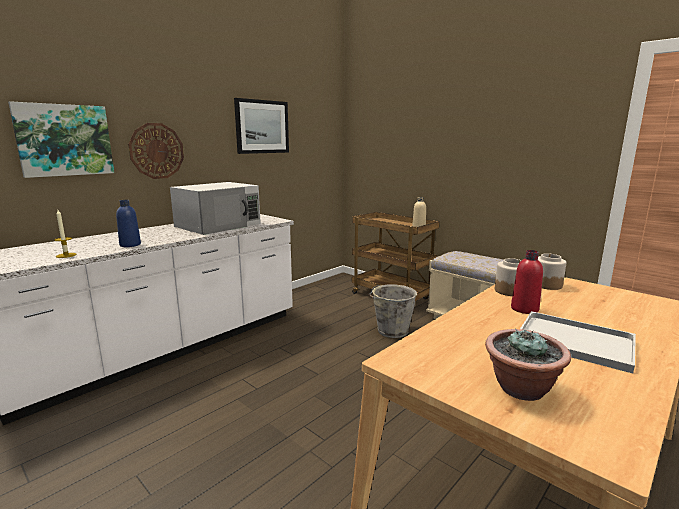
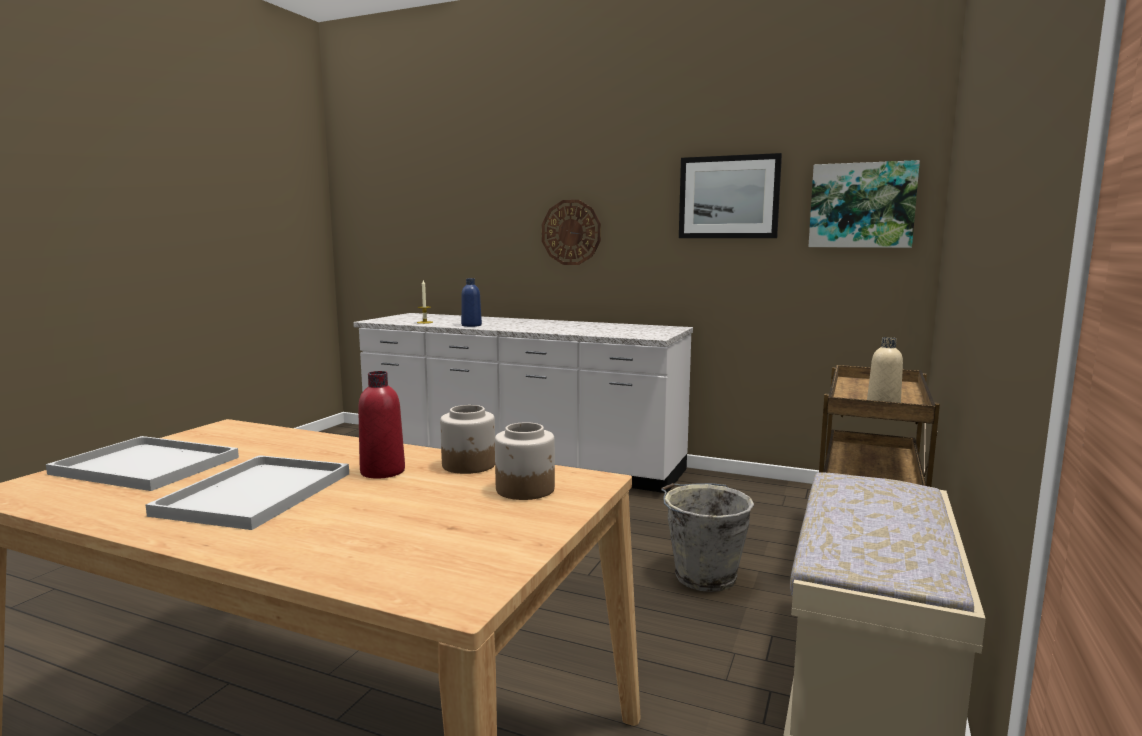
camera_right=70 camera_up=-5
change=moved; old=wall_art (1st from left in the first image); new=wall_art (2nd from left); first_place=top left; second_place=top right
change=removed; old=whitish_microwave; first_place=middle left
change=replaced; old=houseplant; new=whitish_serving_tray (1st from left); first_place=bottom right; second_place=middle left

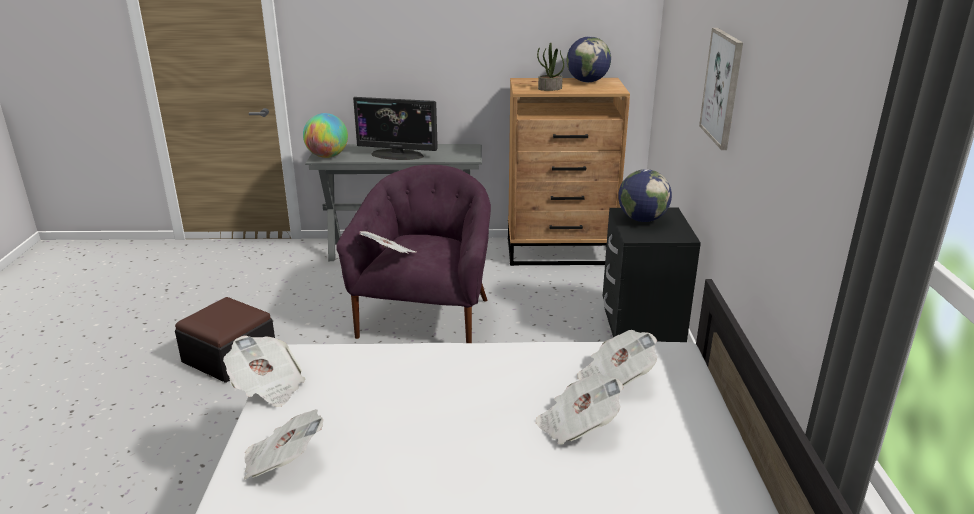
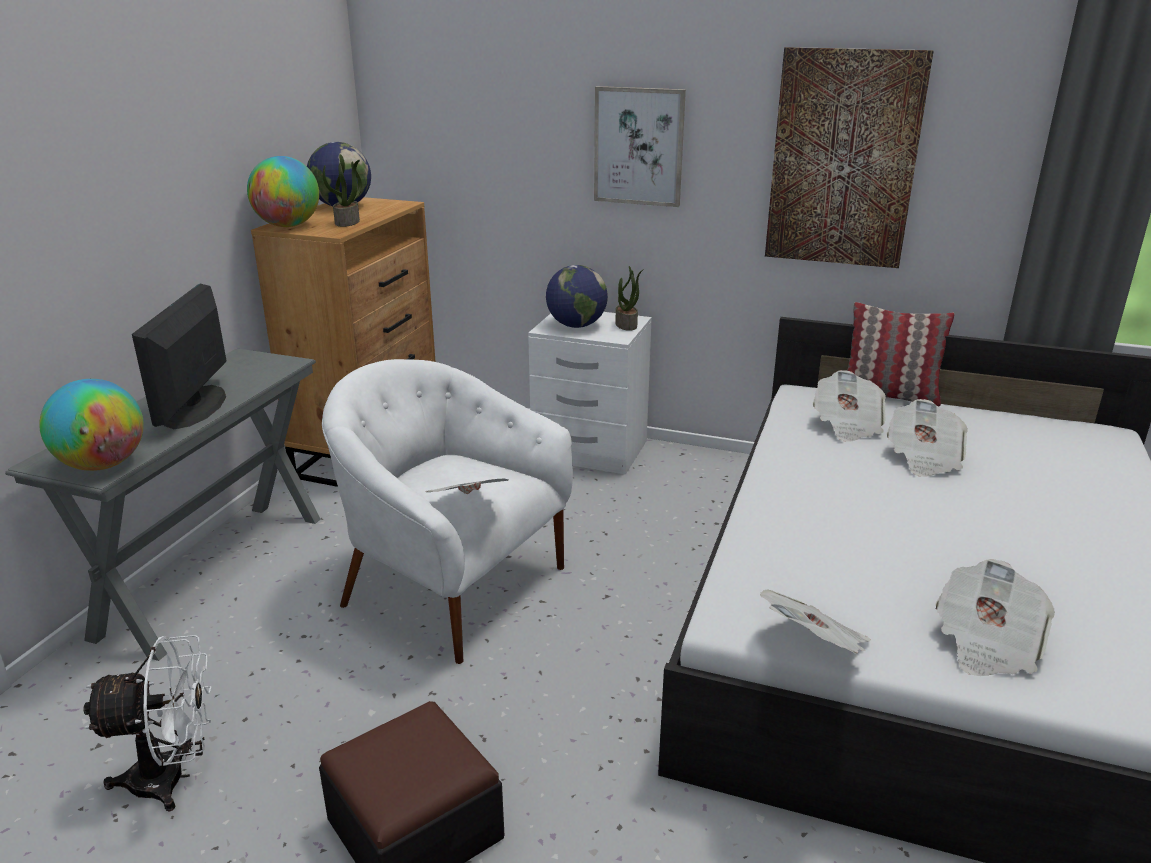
camera_right=-70 camera_up=0
change=turned; old=computer_screen; first_place=top centre; second_place=middle left; degrees=150
change=recoloured; old=purple-coloured_armchair; new=whitish_armchair; first_place=centre; second_place=centre
change=recoloured; old=black_nightstand; new=whitish_nightstand; first_place=middle right; second_place=centre
change=added; new=wall_art (2nd from left); second_place=top right
change=added; new=world_globe (2nd from left); second_place=top left
change=added; new=houseplant (2nd from left); second_place=centre
change=added; new=pillow; second_place=middle right
change=added; new=whitish_electric_fan; second_place=bottom left

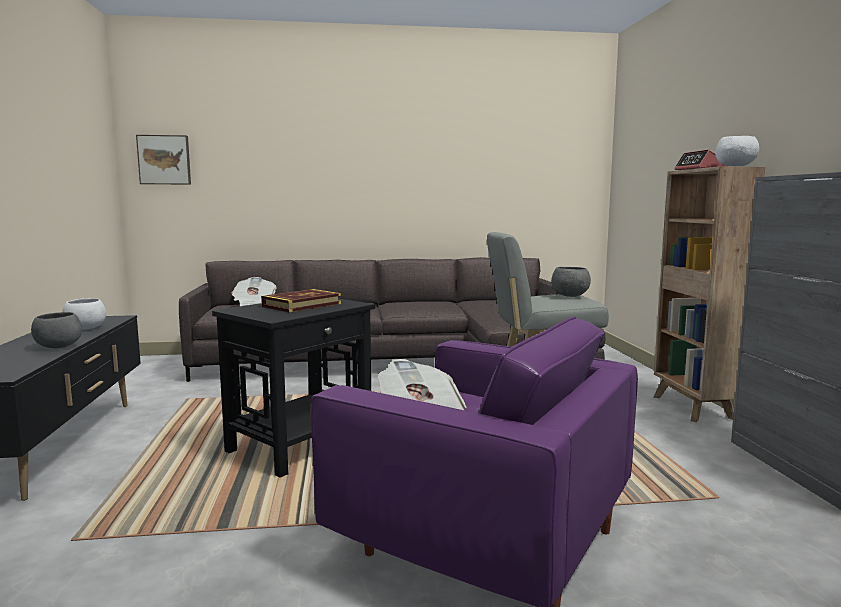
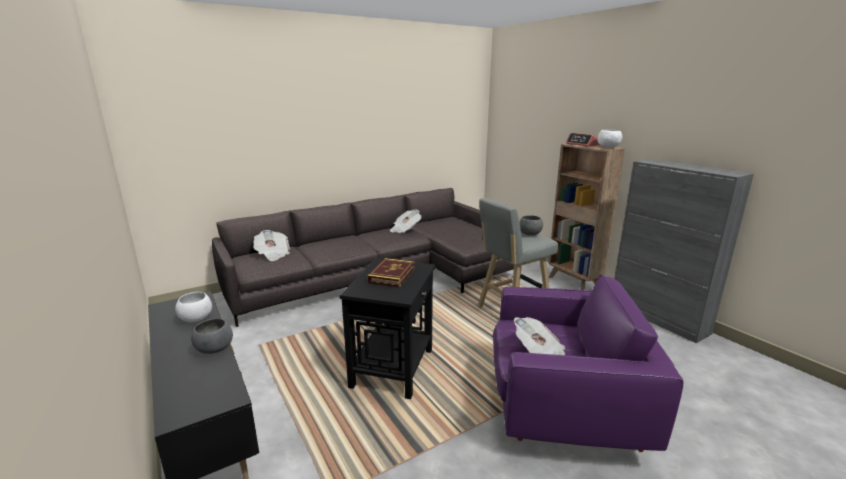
camera_right=-25 camera_up=10
change=removed; old=wall_art; first_place=top left
change=added; new=printed_paper (2nd from left); second_place=centre

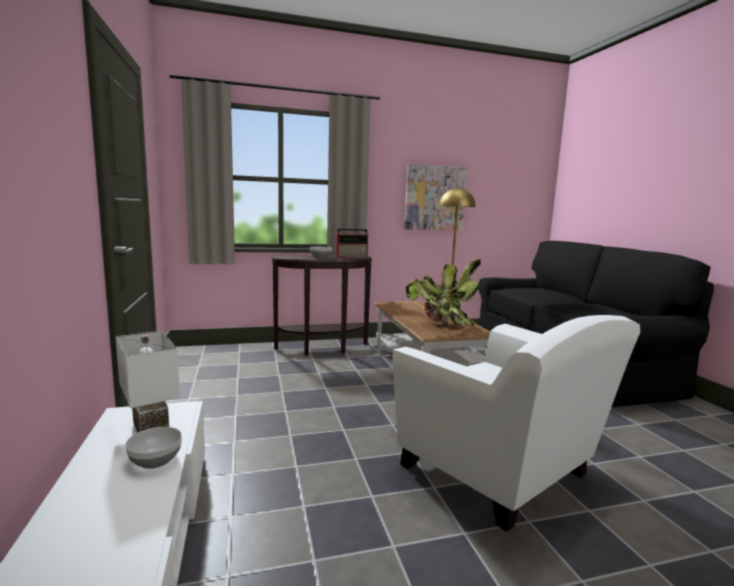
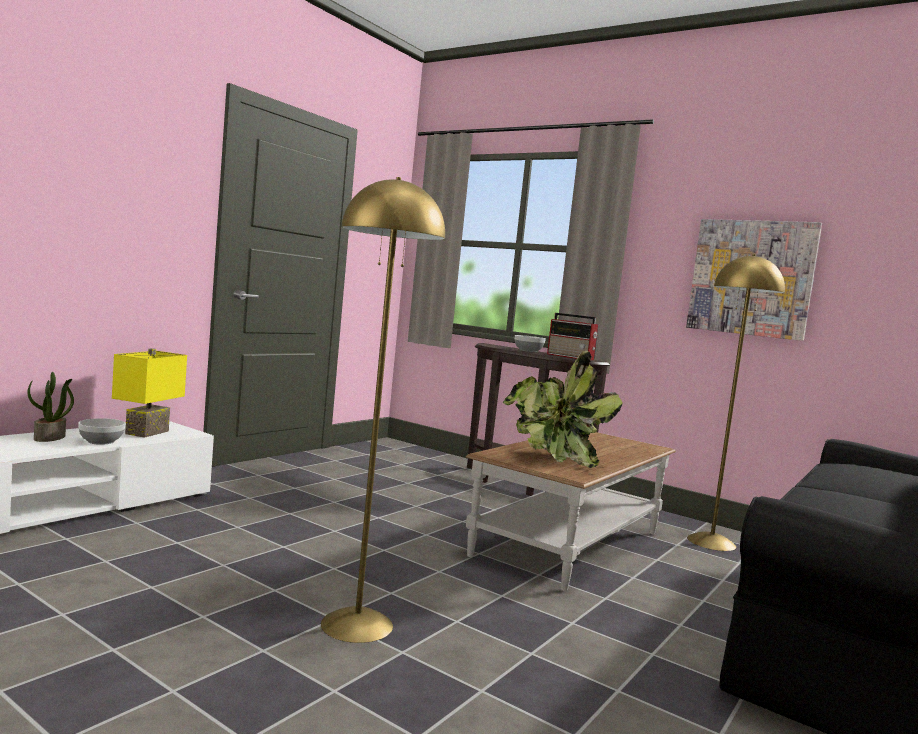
camera_right=50 camera_up=-5
change=replaced; old=whitish_armchair; new=yellow_standard_lamp (1st from left); first_place=bottom right; second_place=centre
change=recoloured; old=whitish_tabletop_lamp; new=yellow_tabletop_lamp; first_place=middle left; second_place=middle left
change=added; new=houseplant (1st from left); second_place=middle left

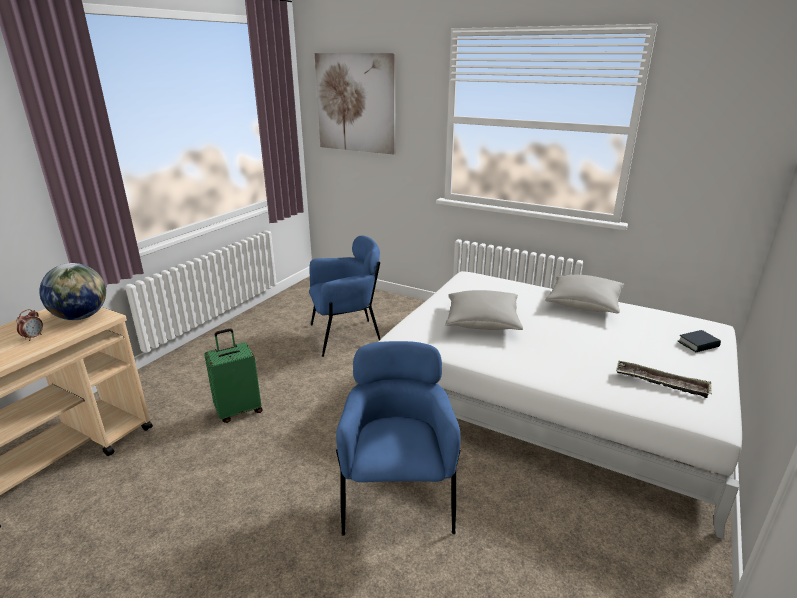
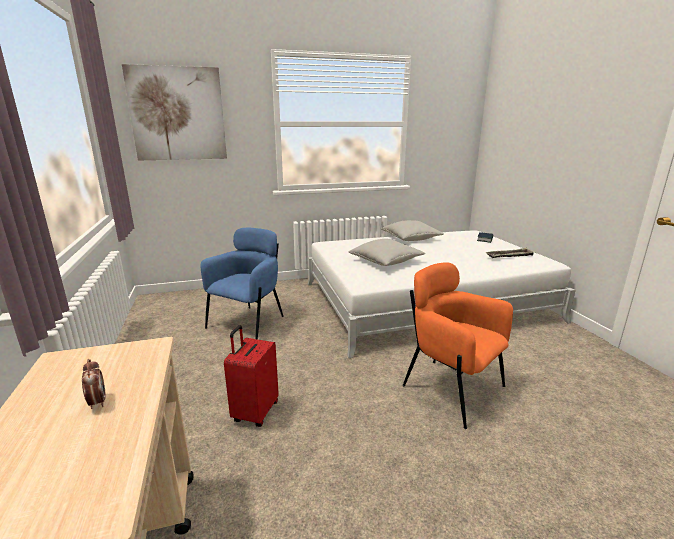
camera_right=-45 camera_up=-5
change=removed; old=world_globe; first_place=middle left
change=recoloured; old=greenish_travel_case; new=red_travel_case; first_place=middle left; second_place=bottom centre
change=recoloured; old=blue_armchair (2nd from left); new=orangey_armchair; first_place=bottom centre; second_place=middle right

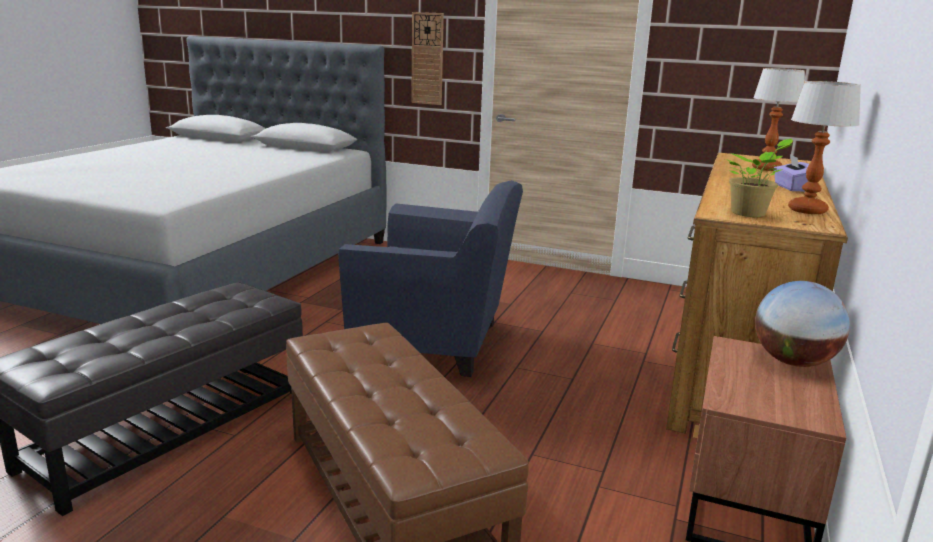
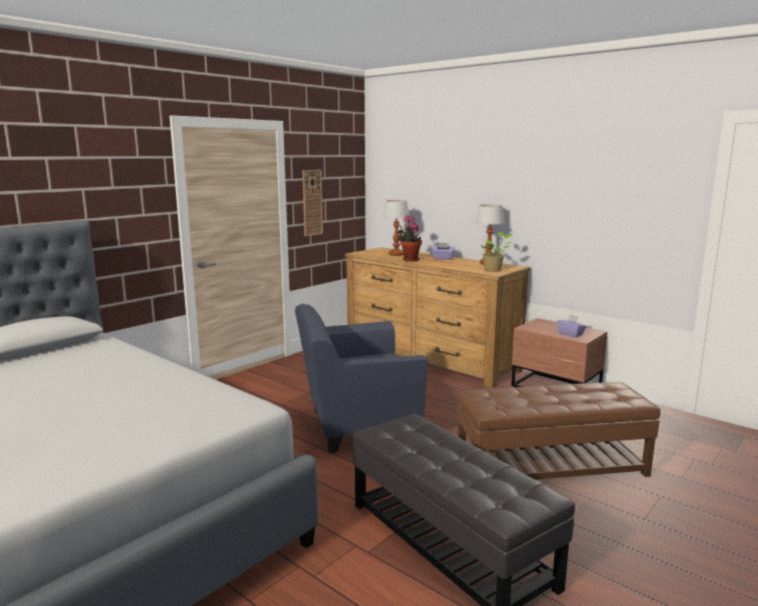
camera_right=-70 camera_up=-5
change=moved; old=clock_on_the_wall; first_place=top centre; second_place=centre
change=turned; old=blue_armchair; first_place=centre; second_place=centre; degrees=-135
change=removed; old=world_globe; first_place=middle right
change=added; new=houseplant (1st from left); second_place=centre
change=added; new=purple-coloured_tissue_box (2nd from left); second_place=middle right

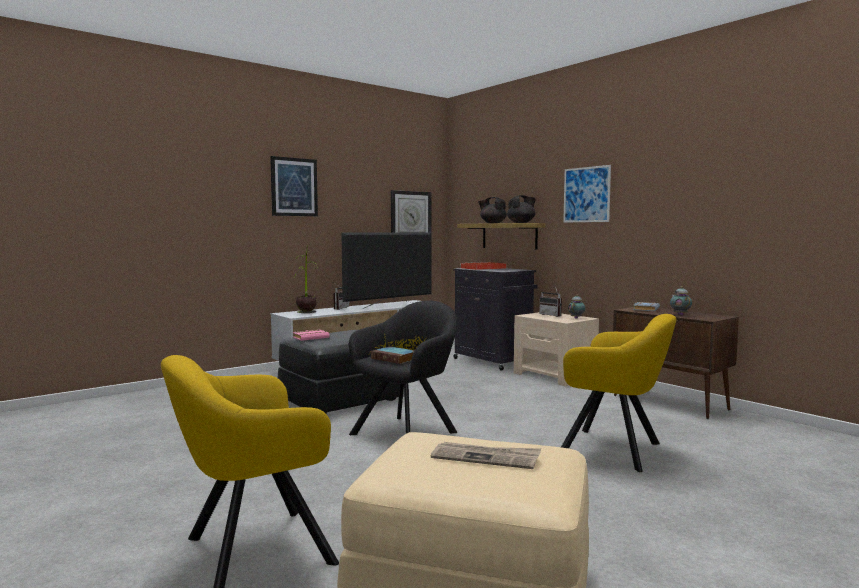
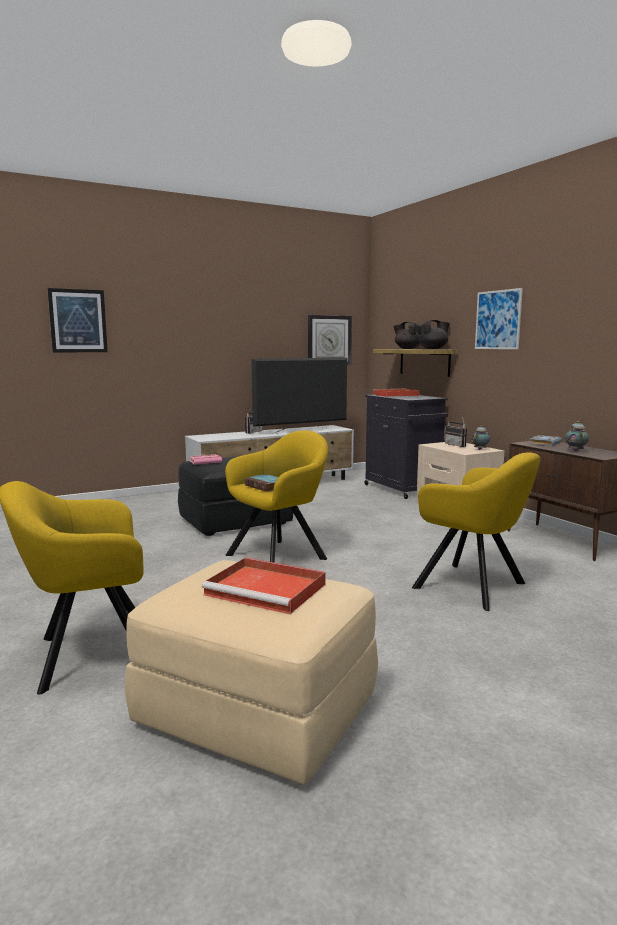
camera_right=10 camera_up=5
change=moved; old=wall_art (1st from left); first_place=top centre; second_place=middle left
change=removed; old=houseplant; first_place=centre
change=recoloured; old=black_armchair; new=yellow_armchair (2nd from left); first_place=centre; second_place=centre
change=replaced; old=printed_paper; new=red_serving_tray (1st from left); first_place=bottom centre; second_place=centre

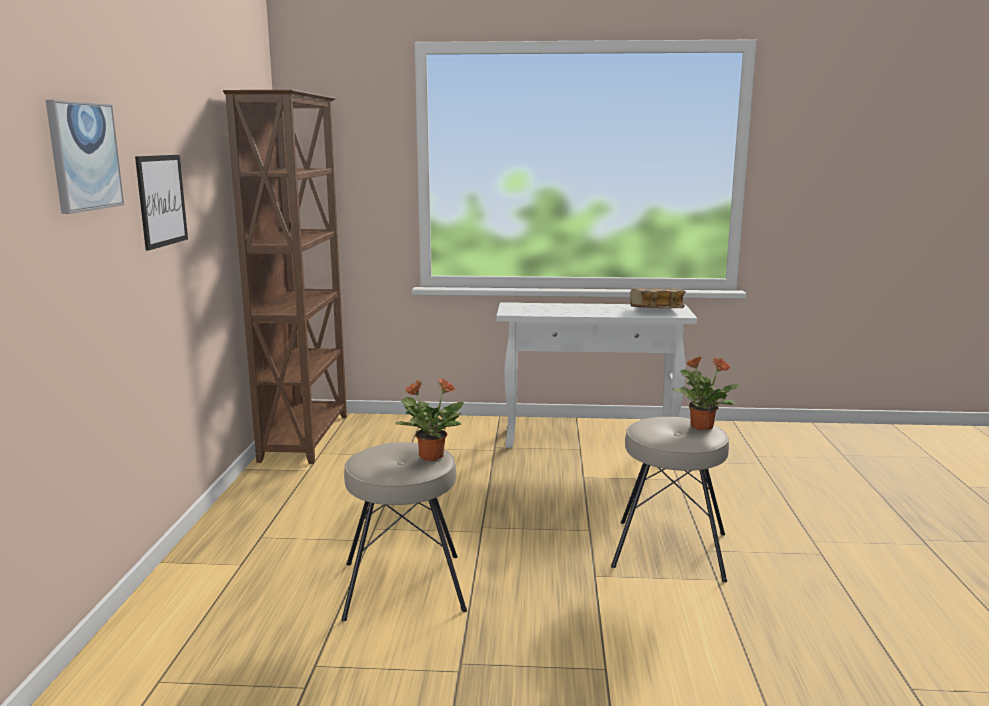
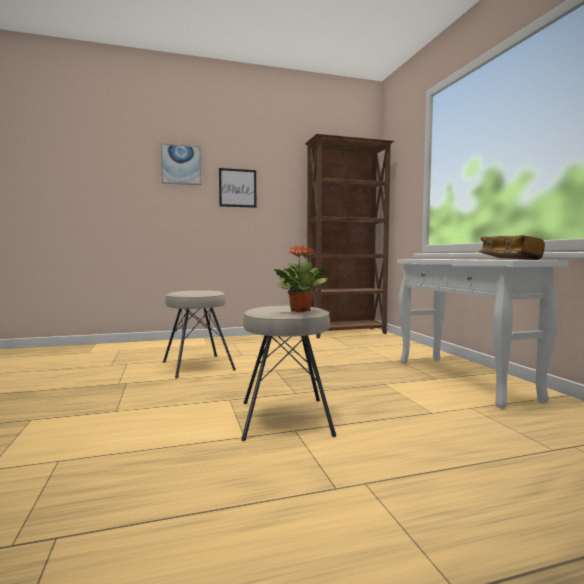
camera_right=70 camera_up=-10
change=removed; old=houseplant (1st from left); first_place=centre

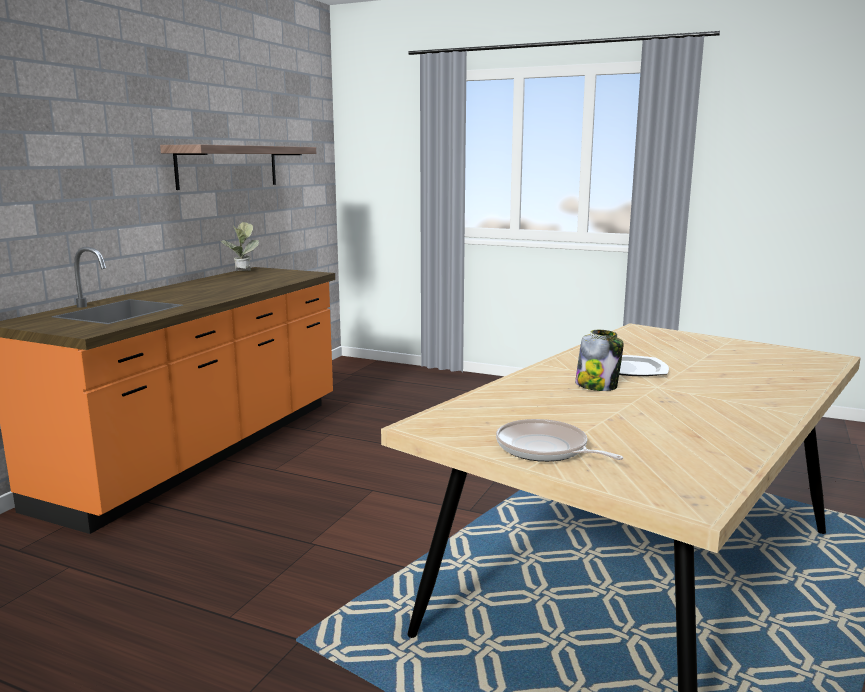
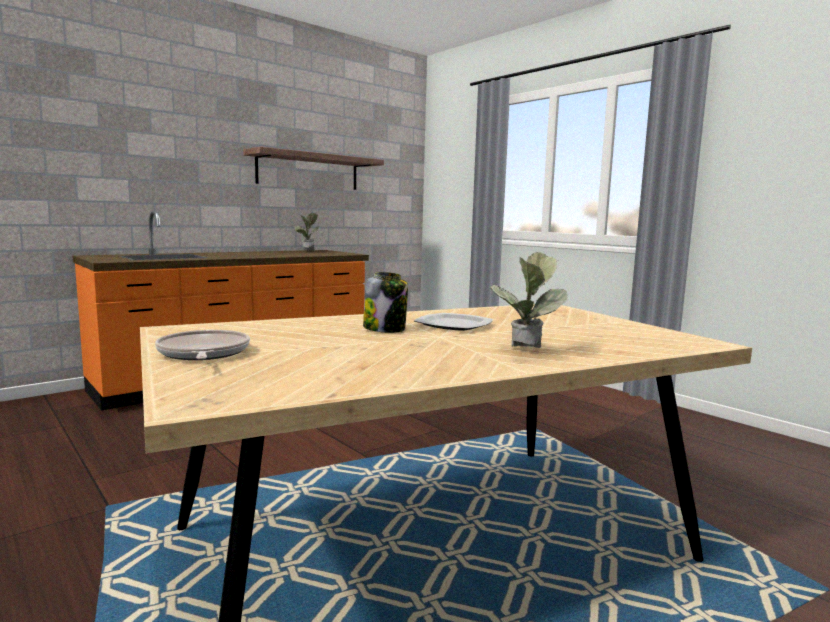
camera_right=25 camera_up=-5
change=added; new=houseplant (2nd from left); second_place=centre

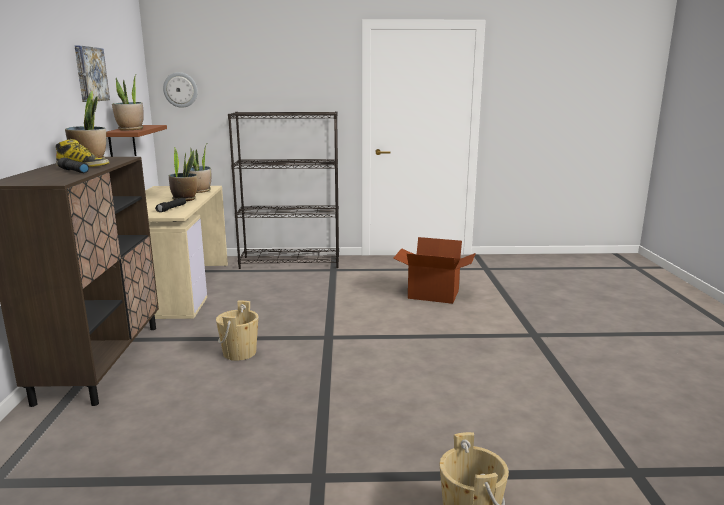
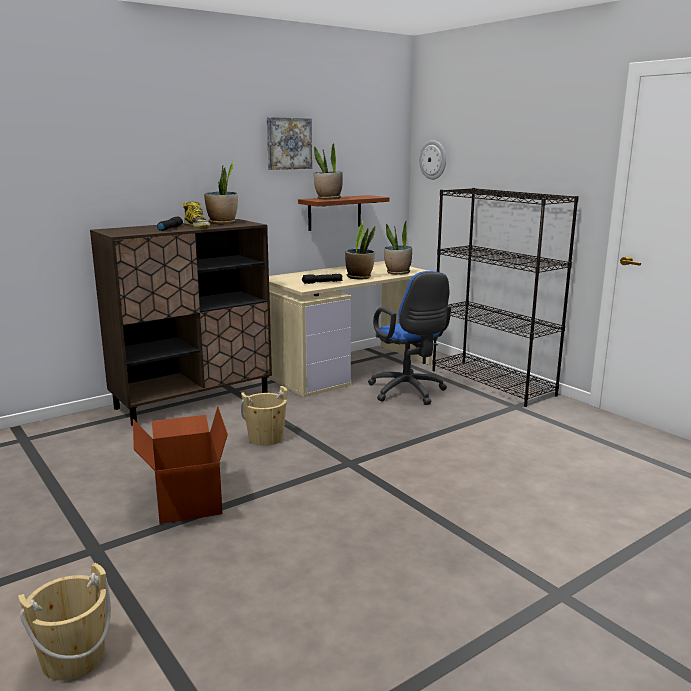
camera_right=55 camera_up=0
change=moved; old=carton; first_place=centre; second_place=bottom left
change=added; new=blue_office_chair; second_place=centre

